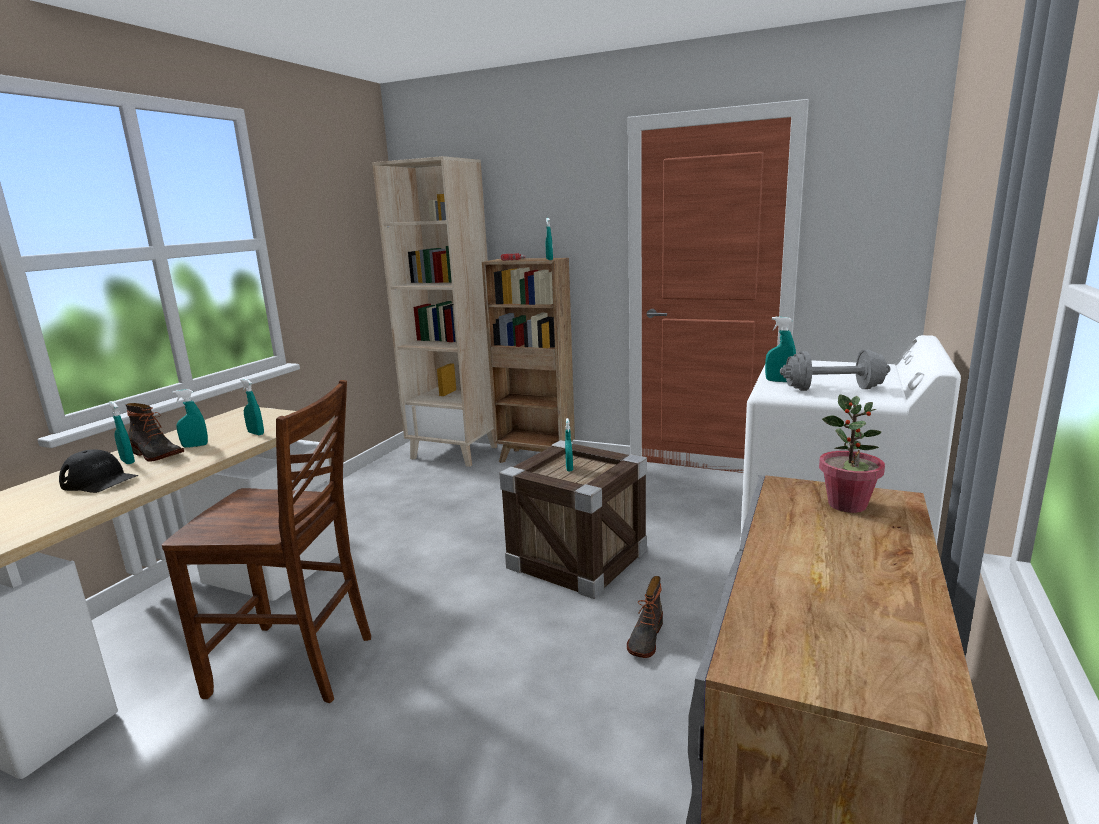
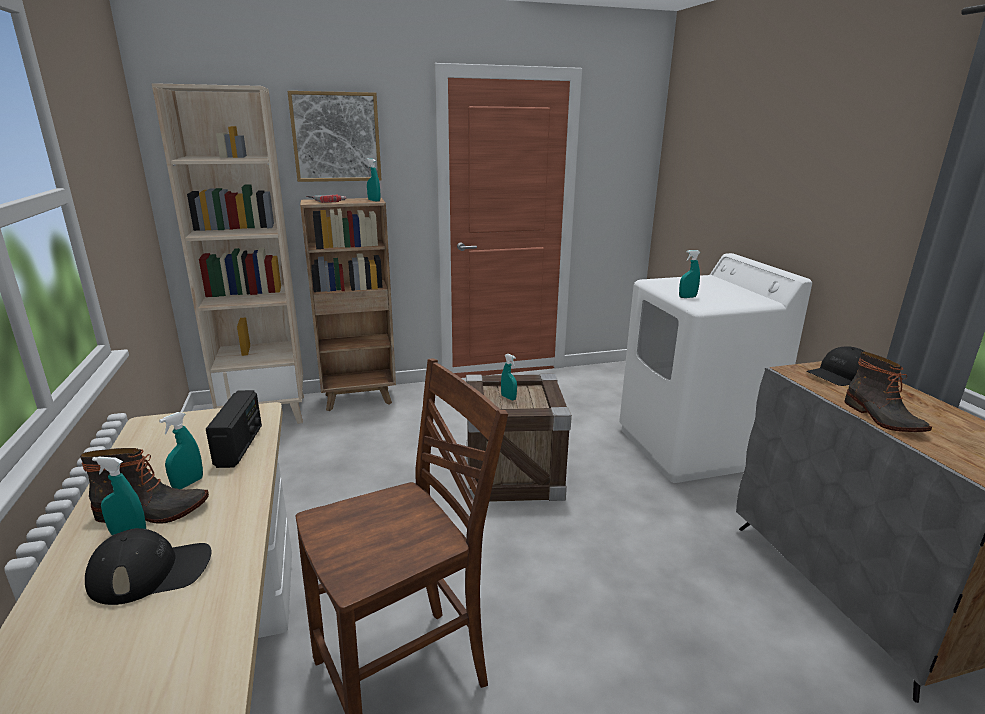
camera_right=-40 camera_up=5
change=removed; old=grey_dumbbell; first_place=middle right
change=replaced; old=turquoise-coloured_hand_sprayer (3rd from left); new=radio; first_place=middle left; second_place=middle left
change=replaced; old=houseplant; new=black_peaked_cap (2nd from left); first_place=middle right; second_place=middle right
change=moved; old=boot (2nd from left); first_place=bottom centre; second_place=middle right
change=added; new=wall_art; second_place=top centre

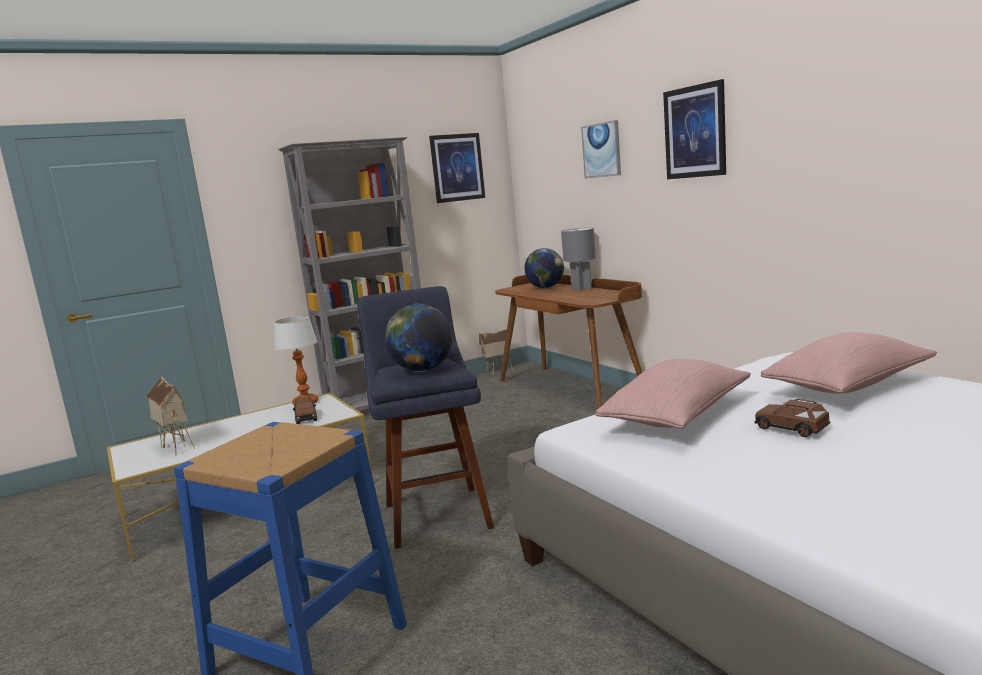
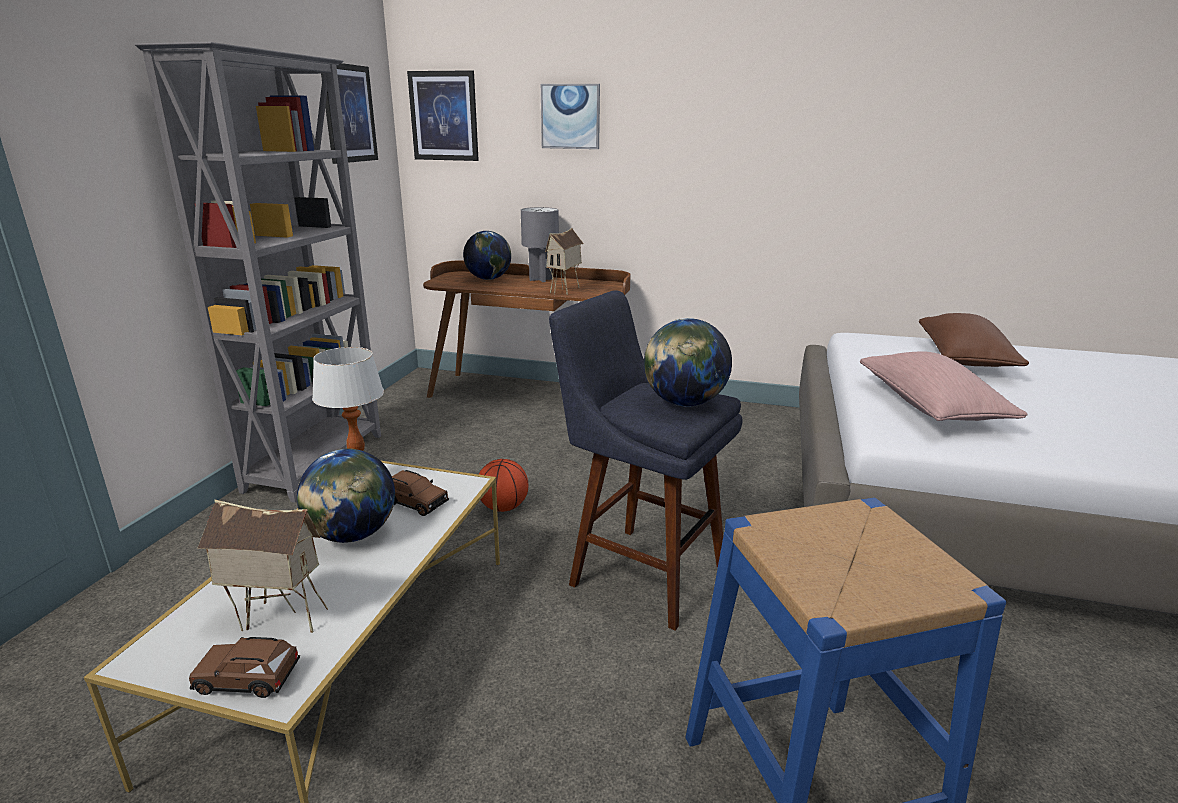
camera_right=-45 camera_up=10
change=moved; old=wall_art (3rd from left in the first image); new=wall_art (2nd from left); first_place=top right; second_place=top centre
change=moved; old=miniature_house (2nd from left); first_place=centre; second_place=top centre
change=recoloured; old=pink_pillow (2nd from left); new=brown-coloured_pillow; first_place=middle right; second_place=middle right
change=moved; old=brown-coloured_model_car (2nd from left in the first image); new=brown-coloured_model_car (1st from left); first_place=middle right; second_place=bottom left
change=added; new=world_globe (1st from left); second_place=middle left
change=added; new=basketball_ball; second_place=centre

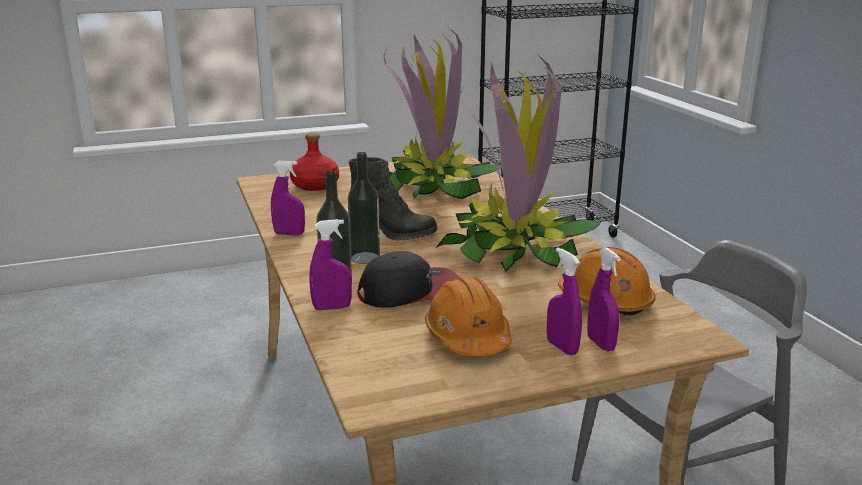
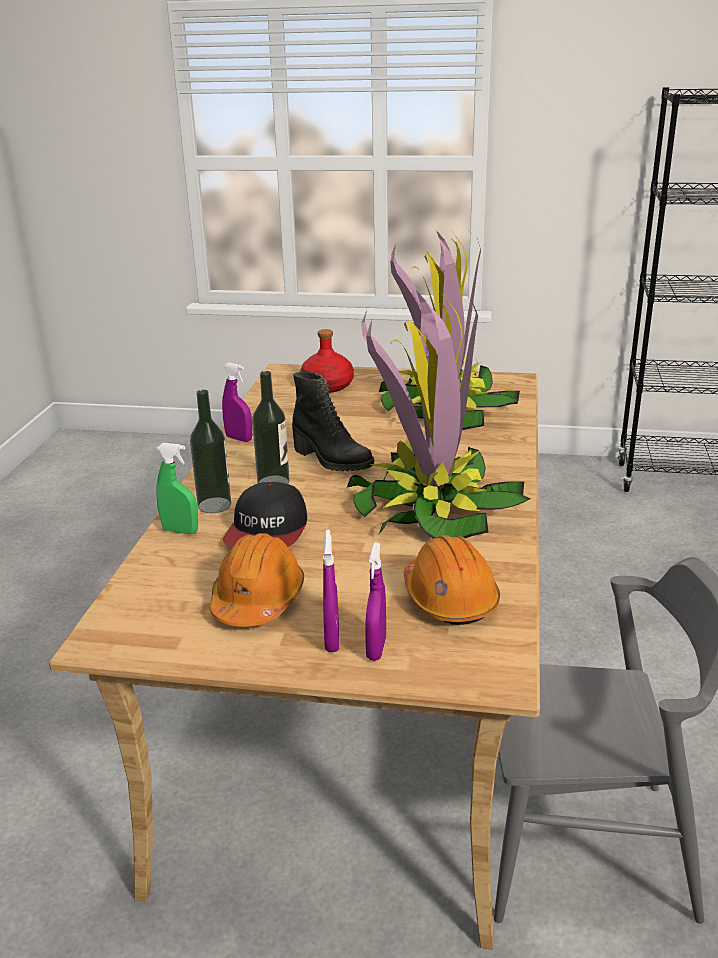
camera_right=30 camera_up=5
change=recoloured; old=purple-coloured_hand_sprayer (2nd from left); new=greenish_hand_sprayer; first_place=centre; second_place=middle left
change=turned; old=peaked_cap; first_place=centre; second_place=centre; degrees=90

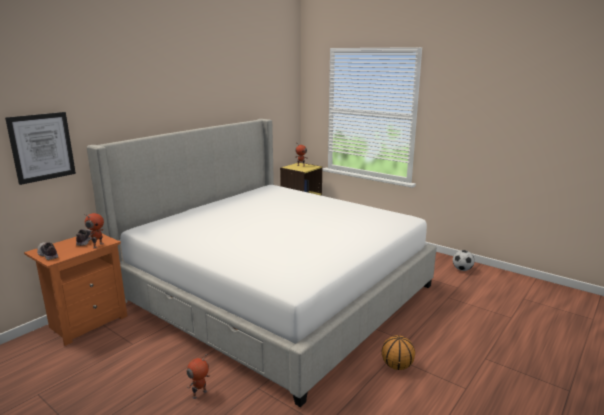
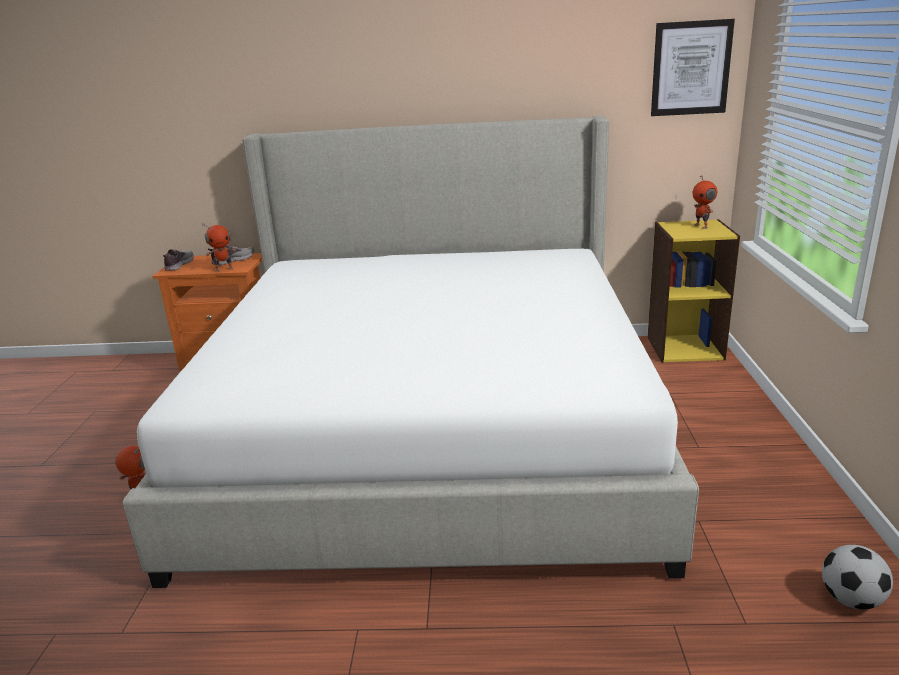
camera_right=55 camera_up=5
change=moved; old=wall_art; first_place=middle left; second_place=top right
change=removed; old=basketball_ball; first_place=bottom centre

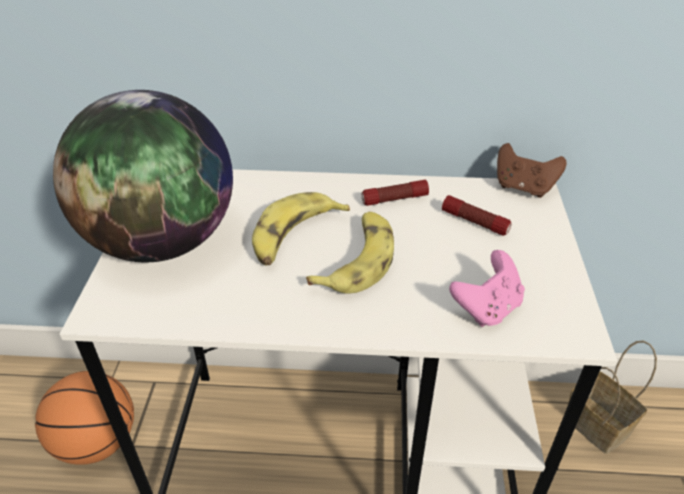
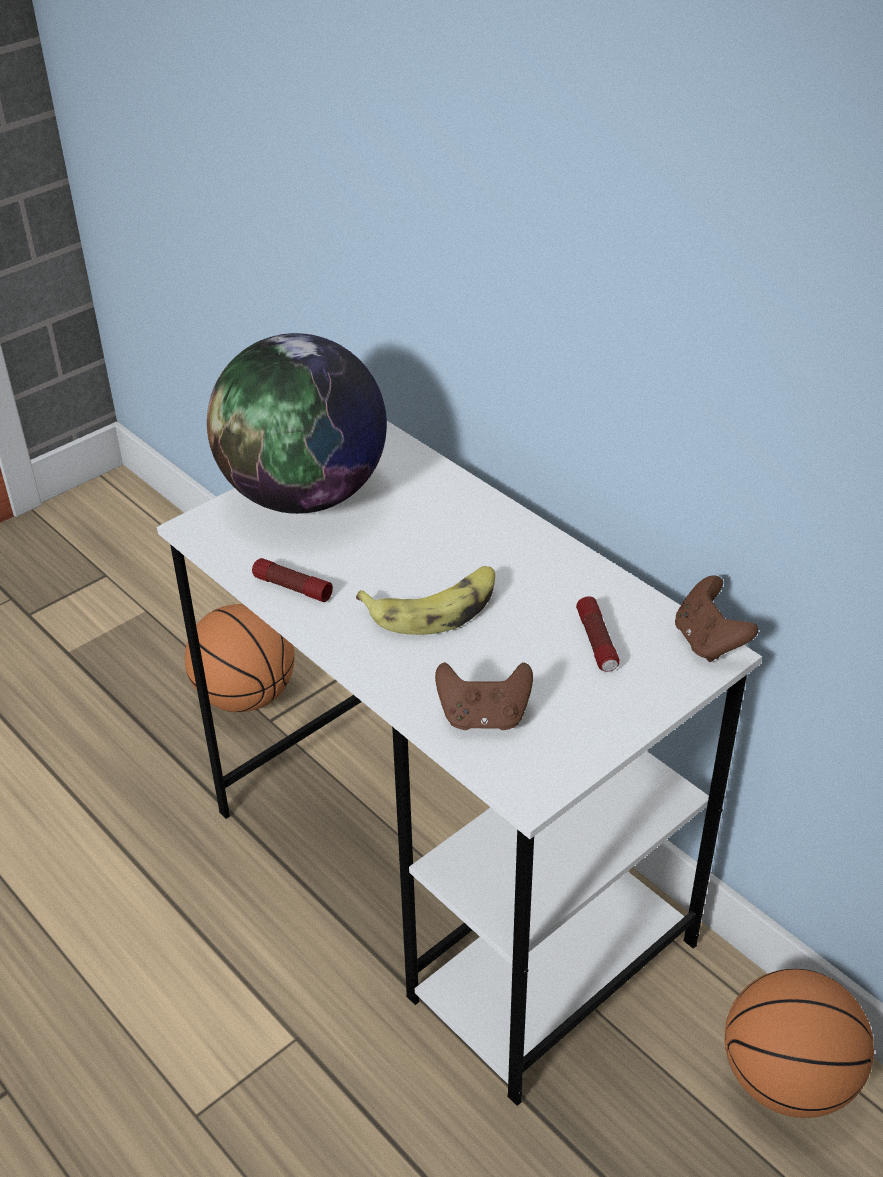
camera_right=45 camera_up=0
change=moved; old=torch (1st from left); first_place=centre; second_place=middle left
change=removed; old=whole_banana (1st from left); first_place=centre
change=recoloured; old=pink_game_controller; new=brown-coloured_game_controller (1st from left); first_place=middle right; second_place=centre
change=replaced; old=storage_basket; new=basketball_ball (2nd from left); first_place=bottom right; second_place=bottom right

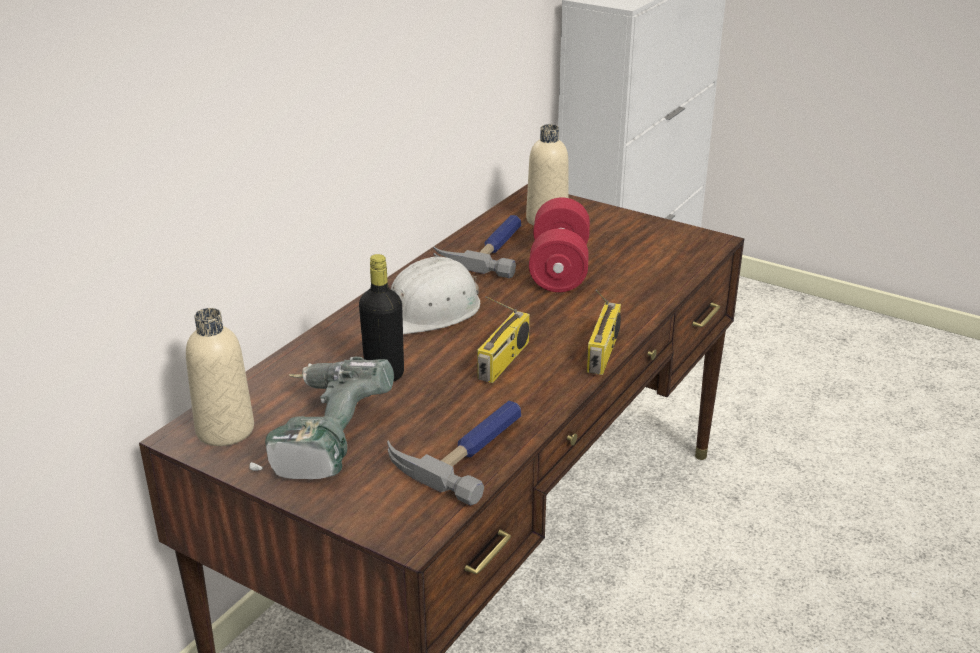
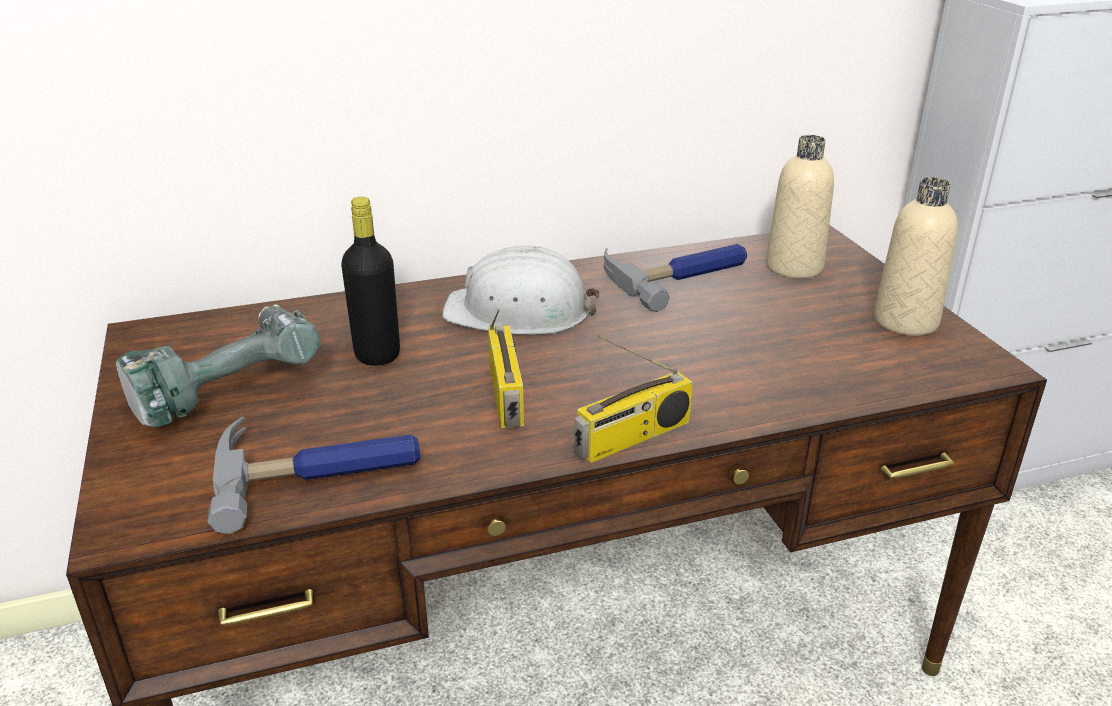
camera_right=40 camera_up=0
change=removed; old=red_dumbbell; first_place=centre
change=turned; old=radio (1st from left); first_place=centre; second_place=centre; degrees=-75
change=moved; old=beige-coloured_drink_bottle (1st from left in the first image); new=beige-coloured_drink_bottle (2nd from left); first_place=middle left; second_place=middle right

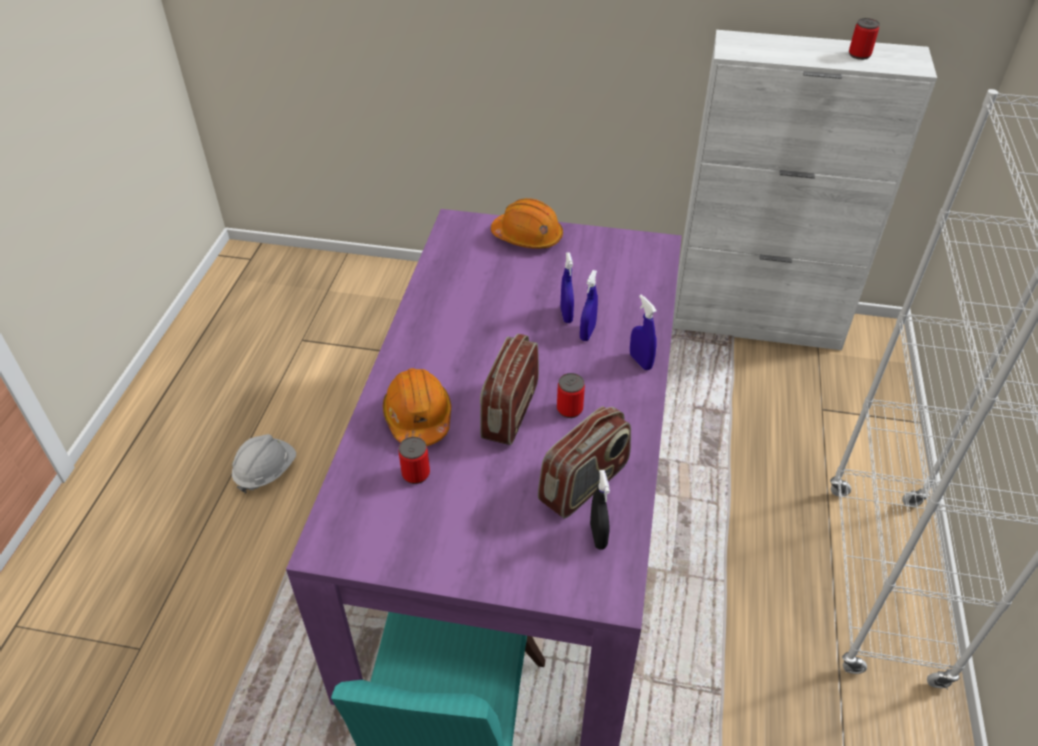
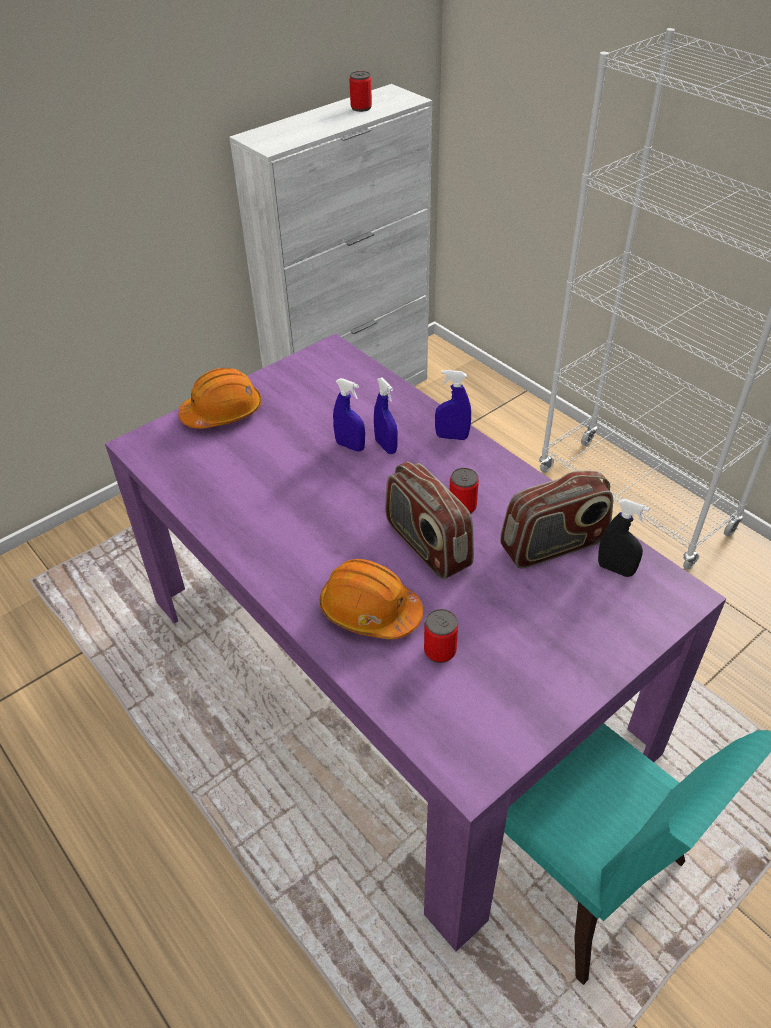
camera_right=-50 camera_up=0
change=turned; old=radio (2nd from left); first_place=centre; second_place=middle right; degrees=75
change=removed; old=whitish_safety_helmet; first_place=middle left

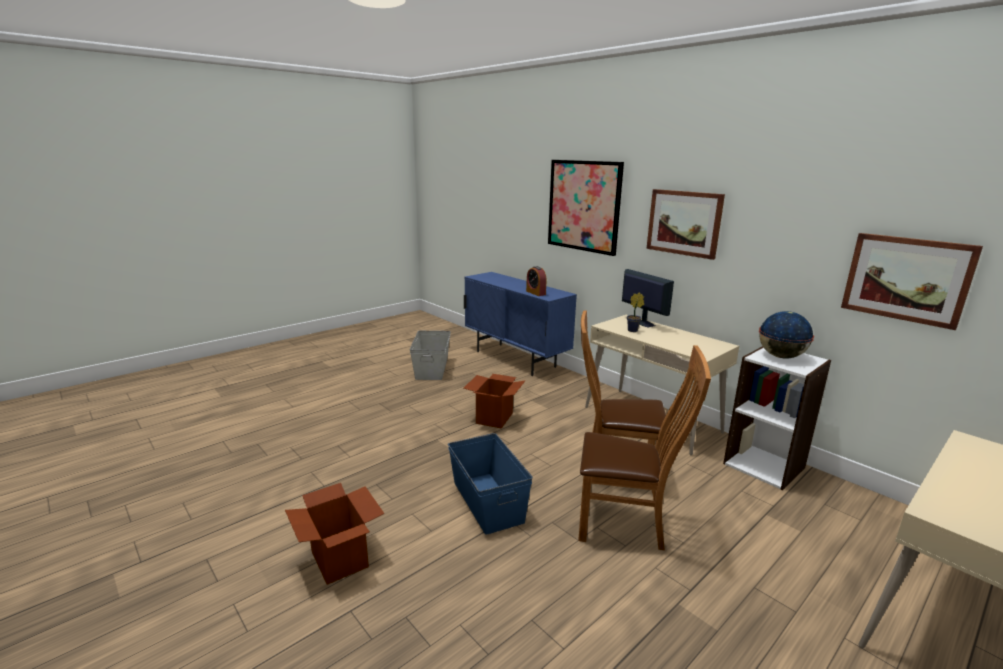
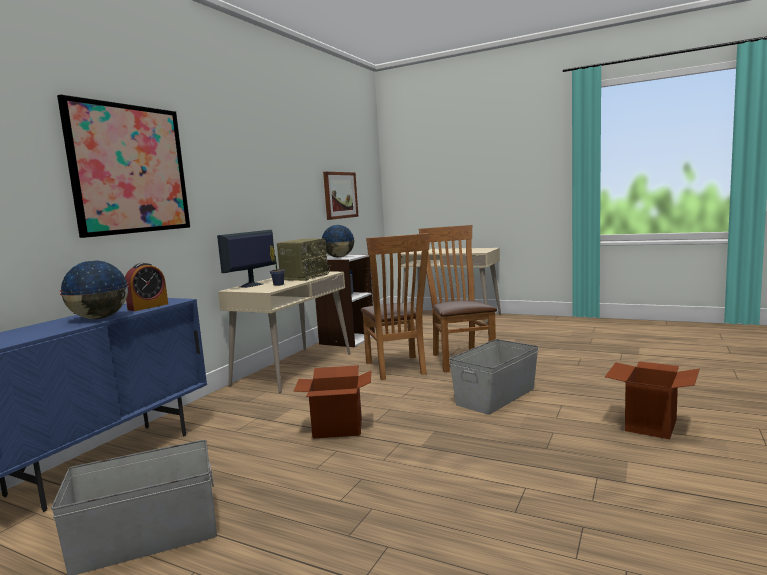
camera_right=-110 camera_up=-10
change=removed; old=wall_art (2nd from left); first_place=middle right
change=recoloured; old=blue_storage_container; new=grey_storage_container (2nd from left); first_place=bottom centre; second_place=centre
change=added; new=radio; second_place=centre
change=added; new=world_globe (1st from left); second_place=middle left

